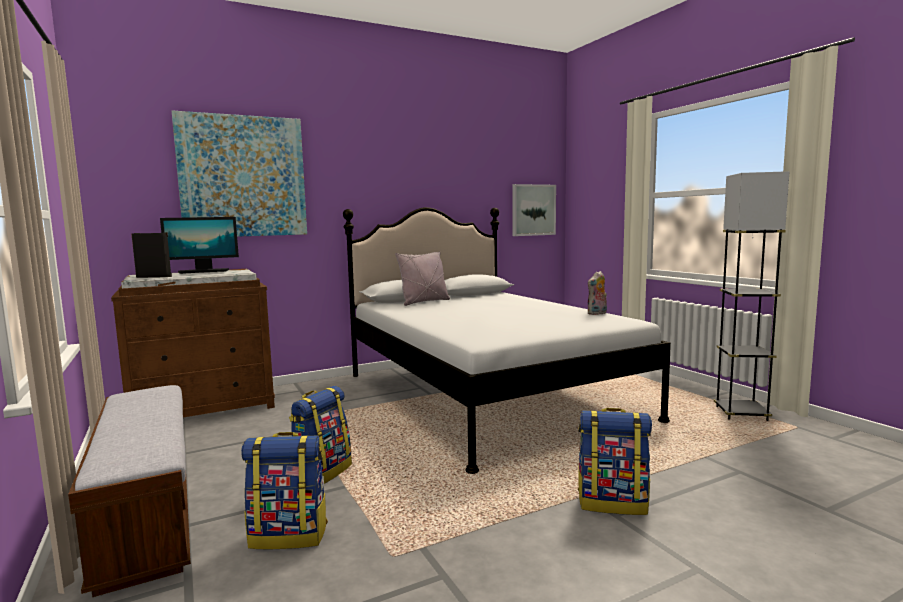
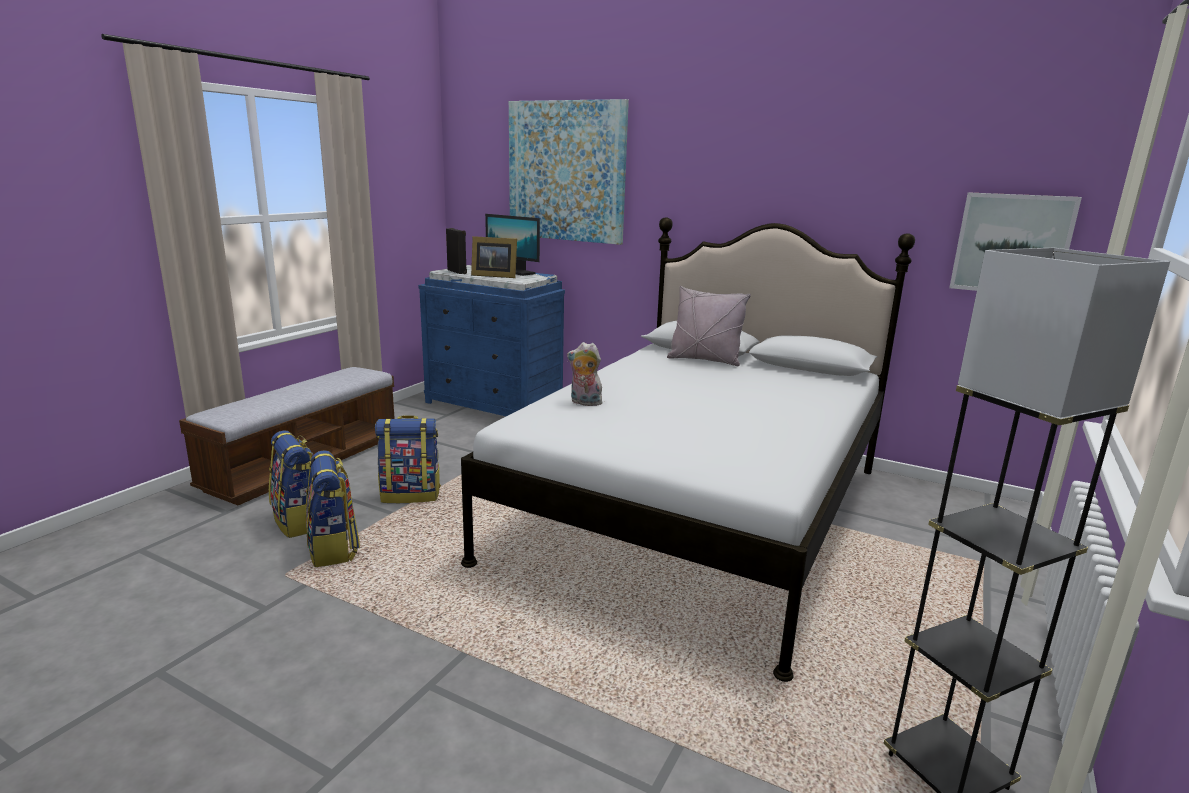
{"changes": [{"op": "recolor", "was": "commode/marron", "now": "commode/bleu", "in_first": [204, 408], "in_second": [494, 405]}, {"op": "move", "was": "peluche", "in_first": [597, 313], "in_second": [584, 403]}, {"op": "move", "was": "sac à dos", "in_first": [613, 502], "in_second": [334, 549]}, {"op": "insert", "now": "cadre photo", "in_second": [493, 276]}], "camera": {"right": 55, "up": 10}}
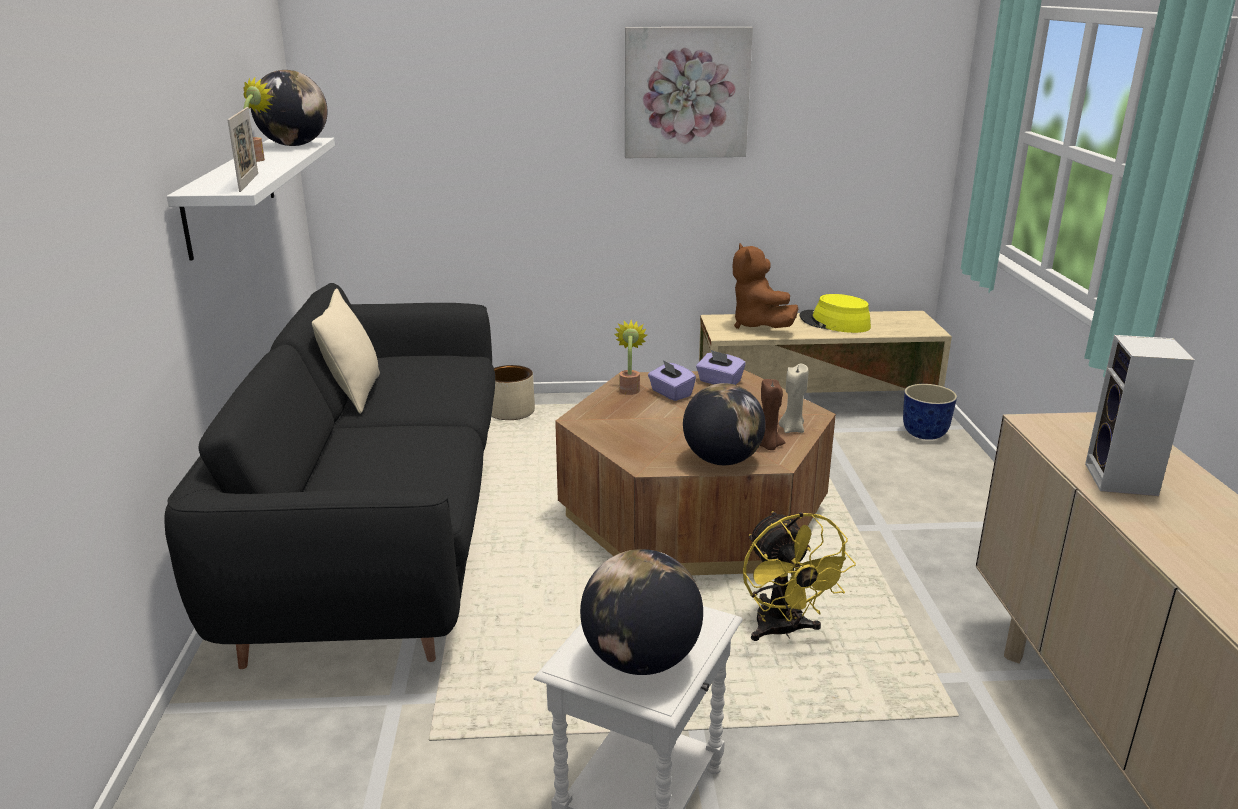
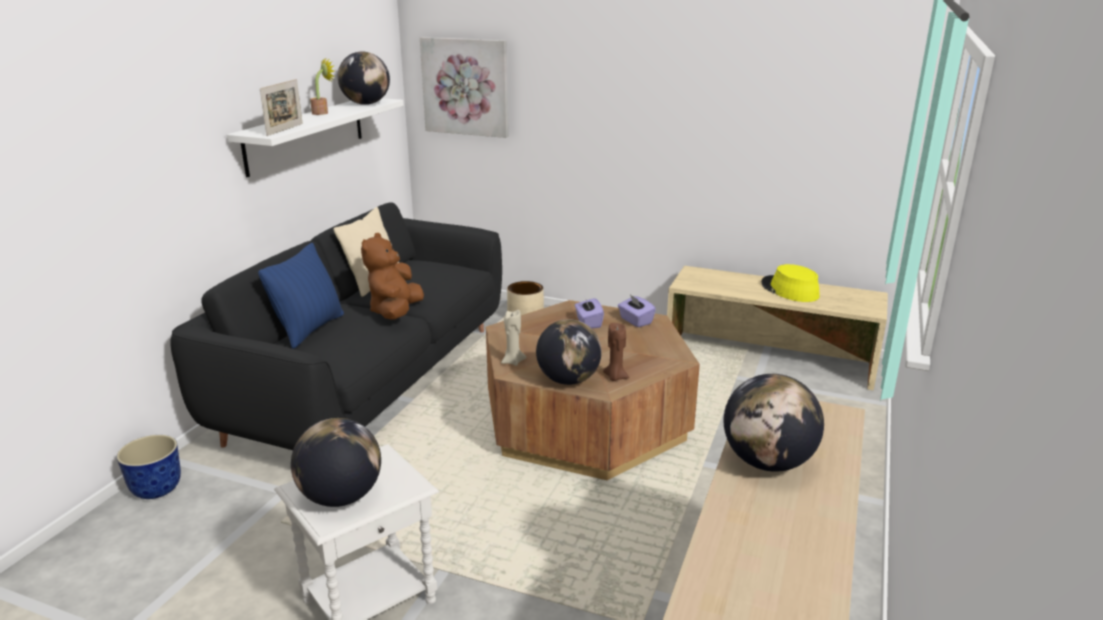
{"changes": [{"op": "move", "was": "tableau", "in_first": [686, 93], "in_second": [466, 87]}, {"op": "move", "was": "peluche/marron", "in_first": [758, 325], "in_second": [395, 312]}, {"op": "delete", "was": "plante en pot", "in_first": [629, 389]}, {"op": "replace", "was": "enceinte", "now": "globe", "in_first": [1123, 481], "in_second": [767, 462]}, {"op": "move", "was": "bougie/beige", "in_first": [792, 429], "in_second": [512, 361]}, {"op": "move", "was": "cache-pot", "in_first": [923, 433], "in_second": [157, 489]}, {"op": "delete", "was": "ventilateur/jaune", "in_first": [783, 631]}, {"op": "insert", "now": "coussin/bleu", "in_second": [309, 329]}], "camera": {"right": 25, "up": 0}}
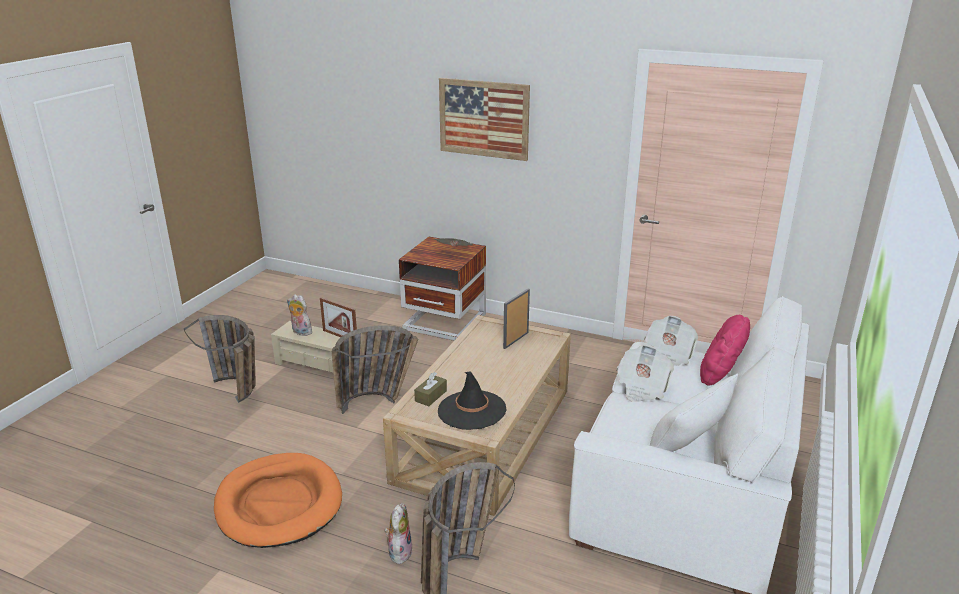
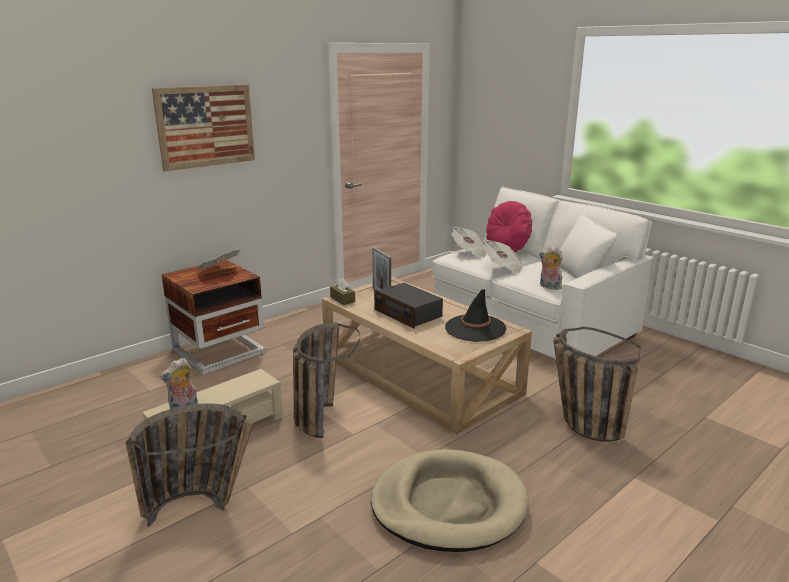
{"changes": [{"op": "delete", "was": "cadre photo", "in_first": [340, 336]}, {"op": "move", "was": "boîte à mouchoirs/marron", "in_first": [431, 396], "in_second": [342, 299]}, {"op": "recolor", "was": "panier pour chien/orange", "now": "panier pour chien/beige", "in_first": [279, 503], "in_second": [448, 504]}, {"op": "move", "was": "peluche", "in_first": [399, 551], "in_second": [549, 287]}, {"op": "insert", "now": "radio", "in_second": [407, 313]}], "camera": {"right": -65, "up": -5}}
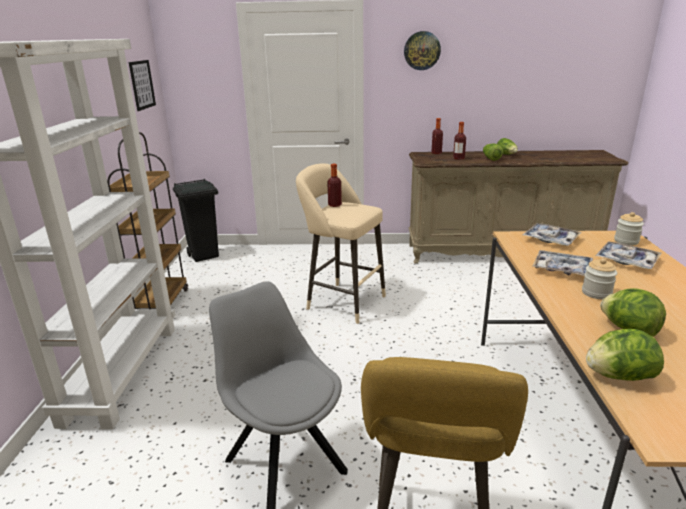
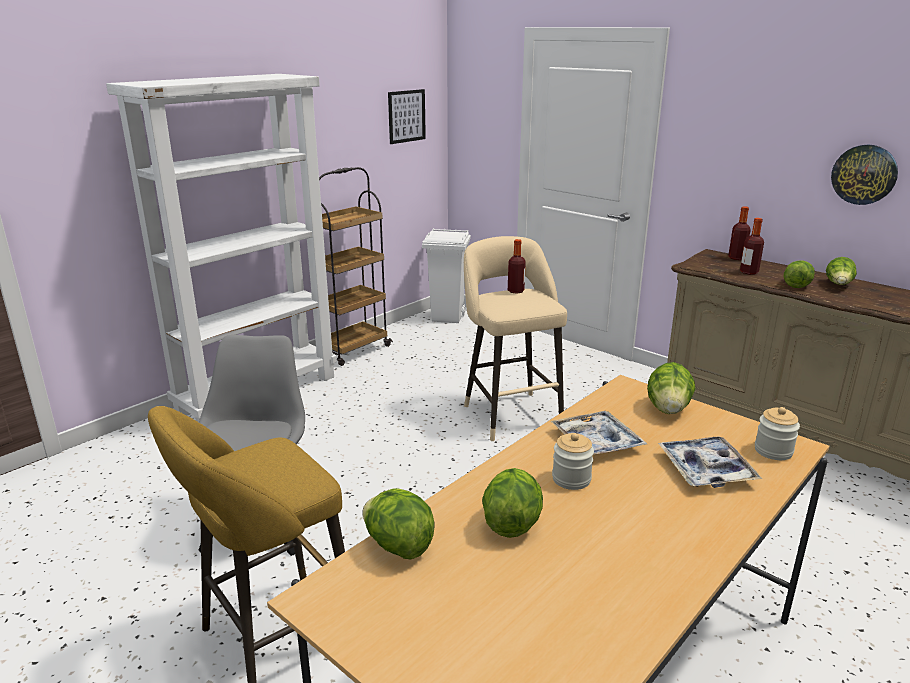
{"changes": [{"op": "move", "was": "horloge murale", "in_first": [422, 50], "in_second": [864, 174]}, {"op": "recolor", "was": "poubelle/noir", "now": "poubelle/blanc", "in_first": [204, 255], "in_second": [448, 318]}, {"op": "replace", "was": "plateau", "now": "laitue", "in_first": [550, 239], "in_second": [668, 409]}], "camera": {"right": 40, "up": 0}}
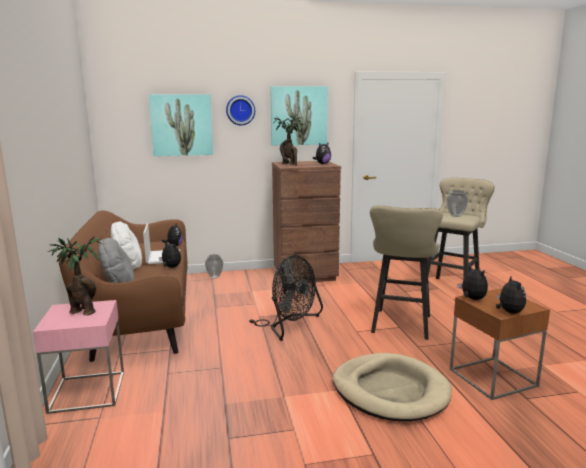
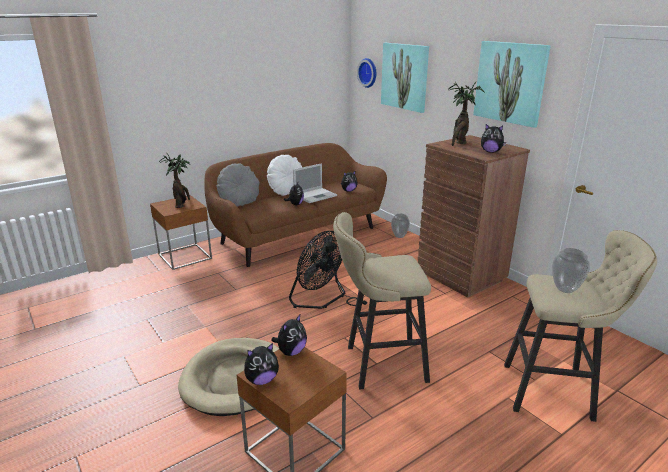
{"changes": [{"op": "move", "was": "horloge murale", "in_first": [240, 110], "in_second": [368, 72]}, {"op": "rotate", "was": "ventilateur/noir", "in_first": [288, 325], "in_second": [328, 297], "clockwise": 120}, {"op": "recolor", "was": "table d'appoint/rose", "now": "table d'appoint/marron", "in_first": [87, 391], "in_second": [185, 256]}], "camera": {"right": 65, "up": 10}}
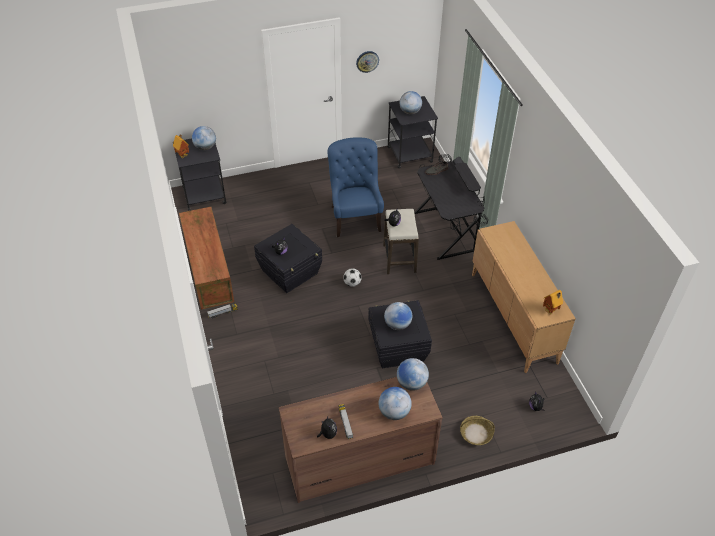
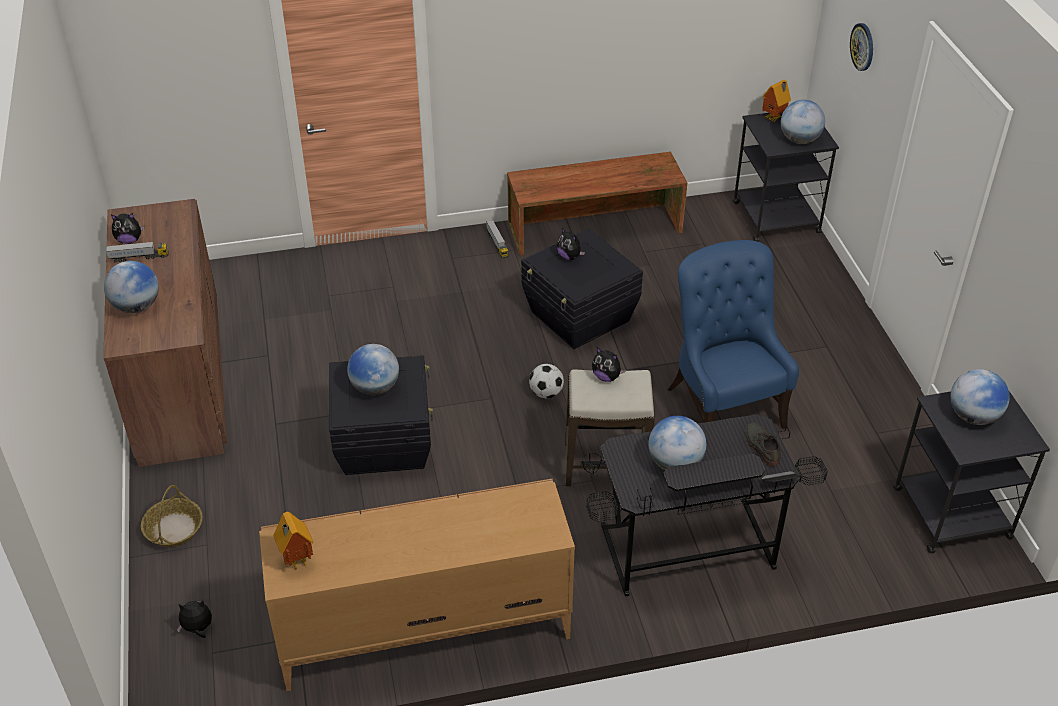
{"changes": [{"op": "move", "was": "horloge murale", "in_first": [367, 61], "in_second": [862, 46]}, {"op": "rotate", "was": "chaise/bleu", "in_first": [355, 218], "in_second": [723, 407], "clockwise": -105}, {"op": "move", "was": "globe", "in_first": [411, 383], "in_second": [675, 463]}], "camera": {"right": 95, "up": -5}}
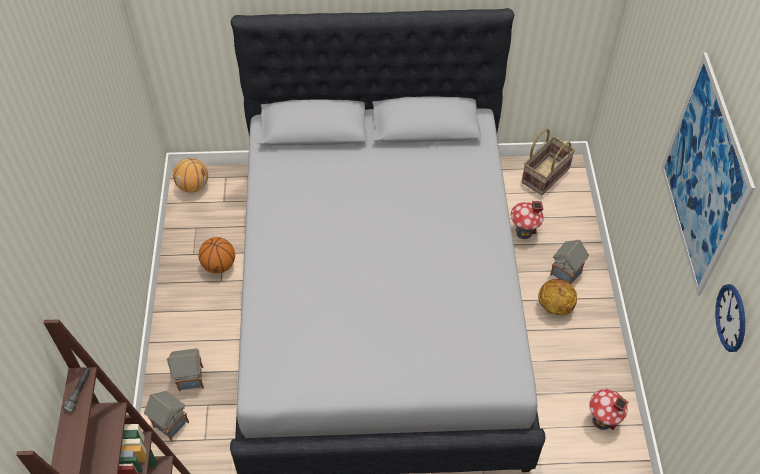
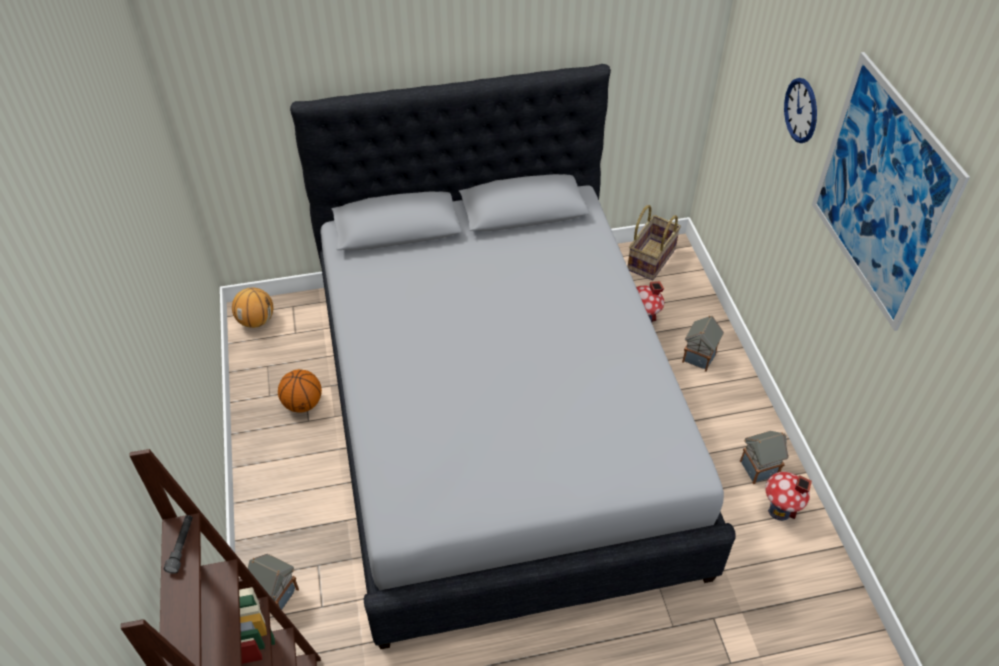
{"changes": [{"op": "delete", "was": "ballon de basket", "in_first": [554, 306]}, {"op": "move", "was": "horloge murale", "in_first": [731, 318], "in_second": [801, 110]}, {"op": "move", "was": "maison miniature", "in_first": [190, 379], "in_second": [758, 469]}], "camera": {"right": -10, "up": -5}}
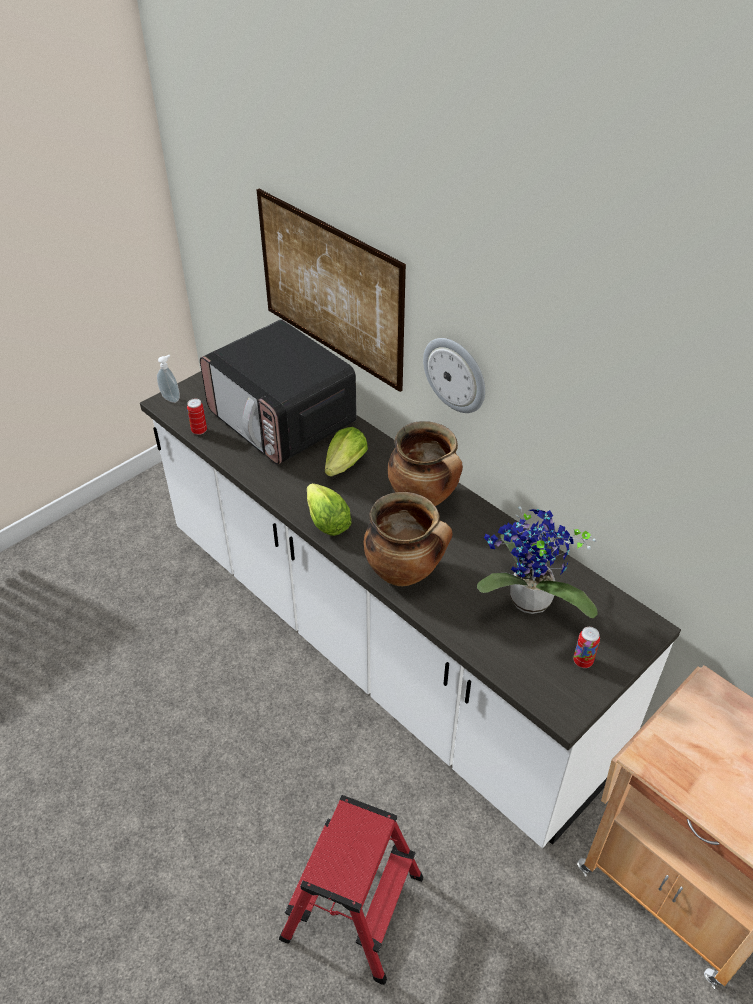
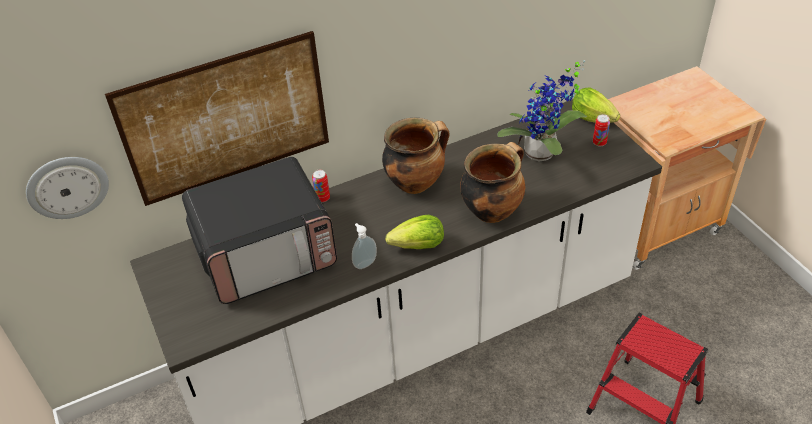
{"changes": [{"op": "move", "was": "horloge murale", "in_first": [455, 374], "in_second": [67, 186]}, {"op": "move", "was": "distributeur de savon", "in_first": [171, 398], "in_second": [364, 263]}, {"op": "move", "was": "boîte métallique", "in_first": [199, 431], "in_second": [322, 198]}, {"op": "move", "was": "laitue", "in_first": [345, 465], "in_second": [592, 118]}], "camera": {"right": -70, "up": 0}}
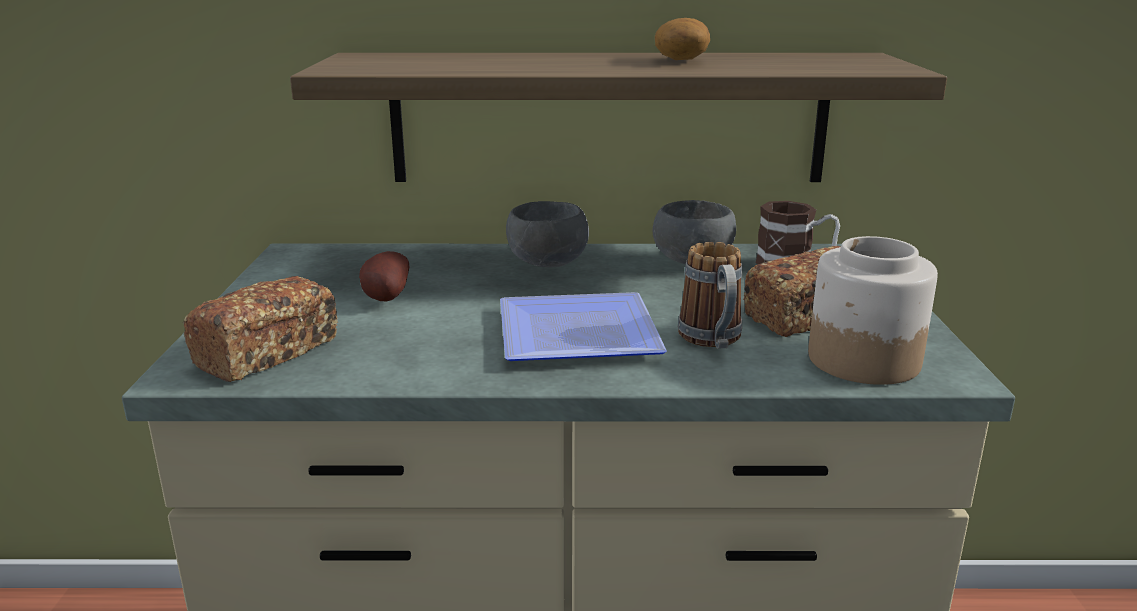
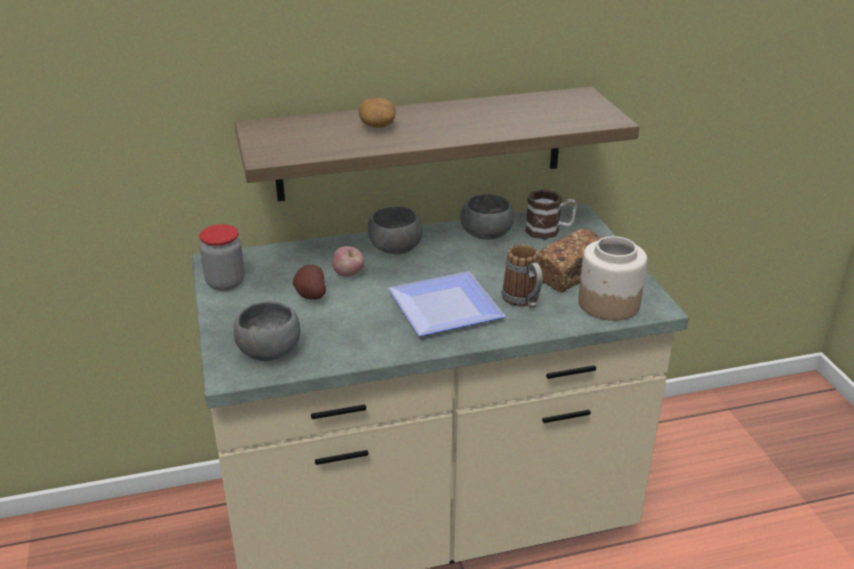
{"changes": [{"op": "move", "was": "pomme de terre", "in_first": [681, 60], "in_second": [378, 126]}, {"op": "replace", "was": "pain", "now": "bol/gris", "in_first": [267, 353], "in_second": [268, 350]}, {"op": "insert", "now": "bocal", "in_second": [225, 282]}, {"op": "insert", "now": "pomme", "in_second": [348, 275]}], "camera": {"right": -15, "up": 10}}
